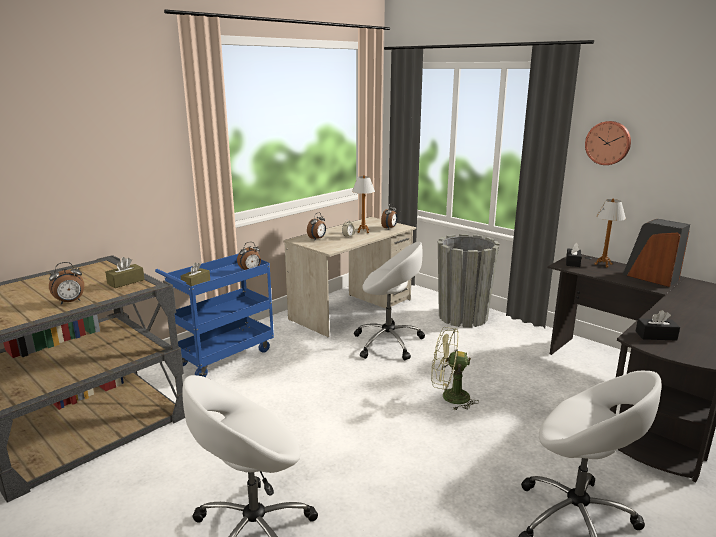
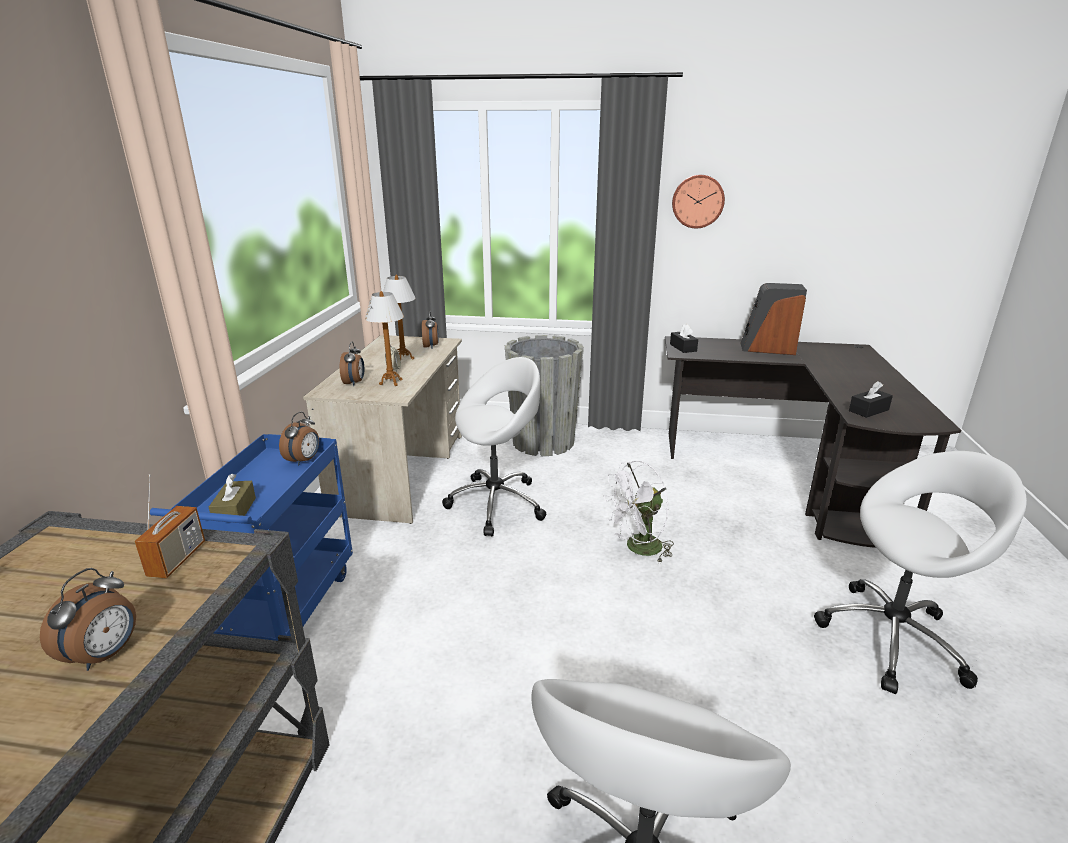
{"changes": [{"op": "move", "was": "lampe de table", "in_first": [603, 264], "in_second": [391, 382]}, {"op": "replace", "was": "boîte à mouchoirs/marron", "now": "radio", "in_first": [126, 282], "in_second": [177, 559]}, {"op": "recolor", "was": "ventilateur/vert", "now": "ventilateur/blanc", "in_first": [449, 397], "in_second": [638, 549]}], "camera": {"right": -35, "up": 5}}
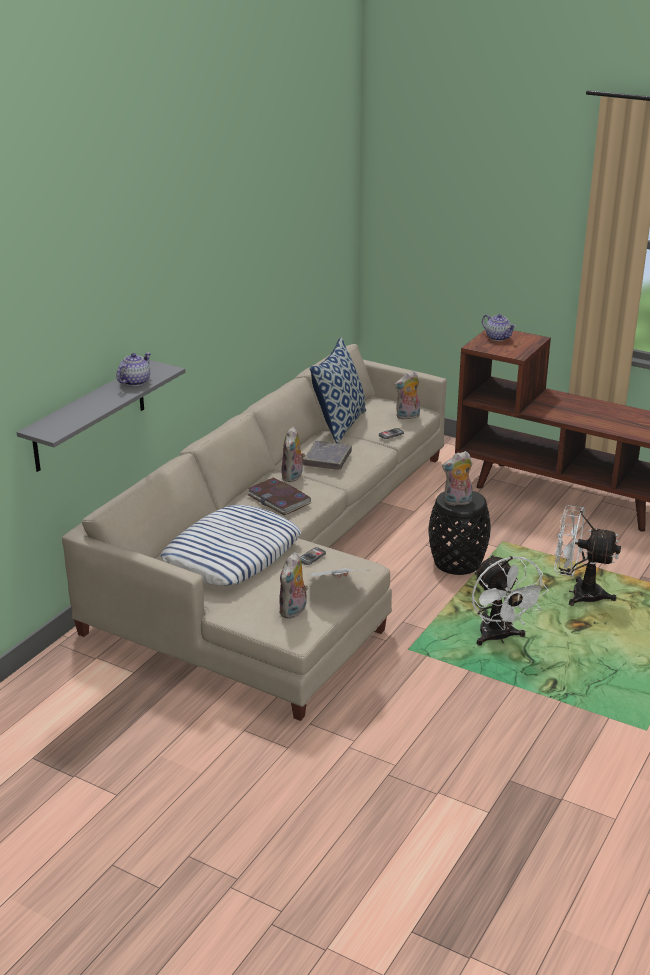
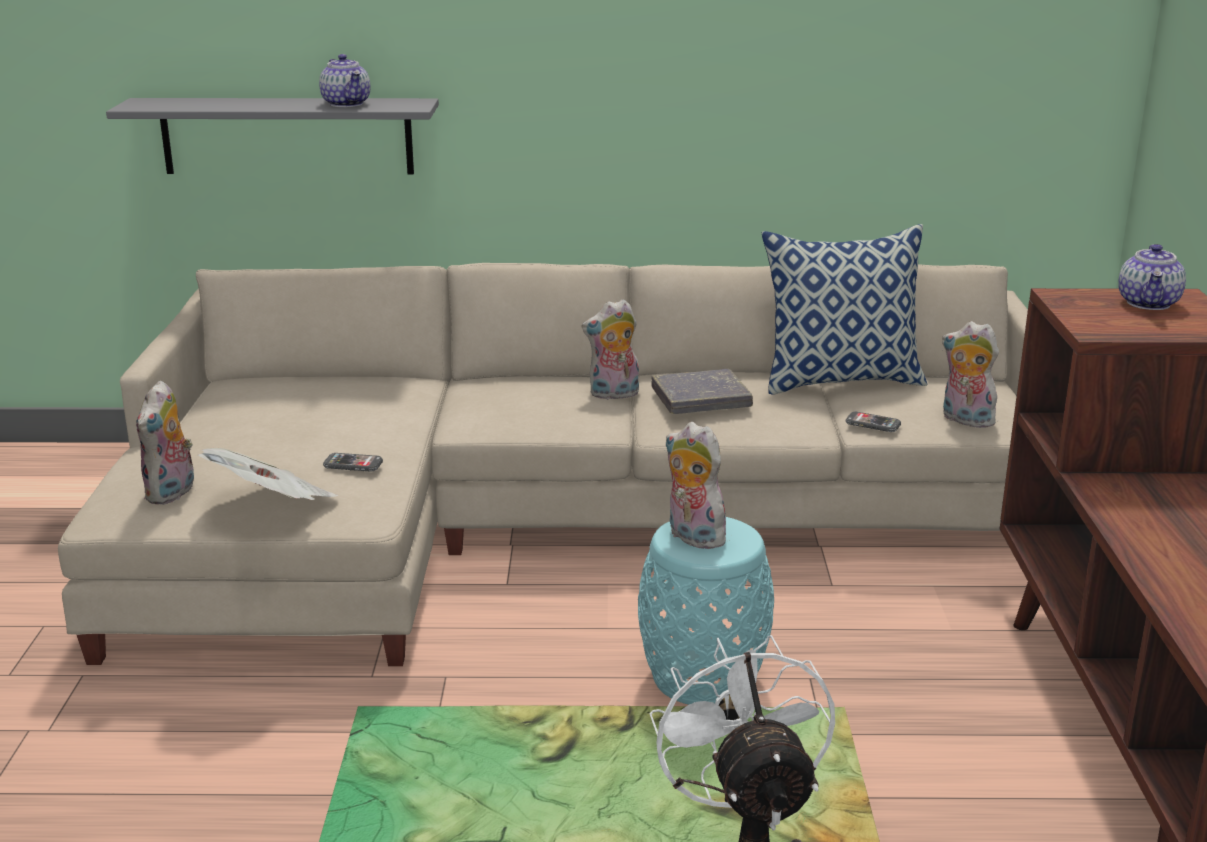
{"changes": [{"op": "rotate", "was": "théière", "in_first": [135, 381], "in_second": [347, 104], "clockwise": 60}, {"op": "delete", "was": "livre", "in_first": [279, 499]}, {"op": "recolor", "was": "tabouret/noir", "now": "tabouret/turquoise", "in_first": [457, 562], "in_second": [703, 678]}, {"op": "delete", "was": "coussin", "in_first": [232, 555]}, {"op": "rotate", "was": "peluche", "in_first": [294, 611], "in_second": [172, 493], "clockwise": -75}, {"op": "delete", "was": "ventilateur/blanc", "in_first": [499, 638]}], "camera": {"right": 60, "up": -5}}
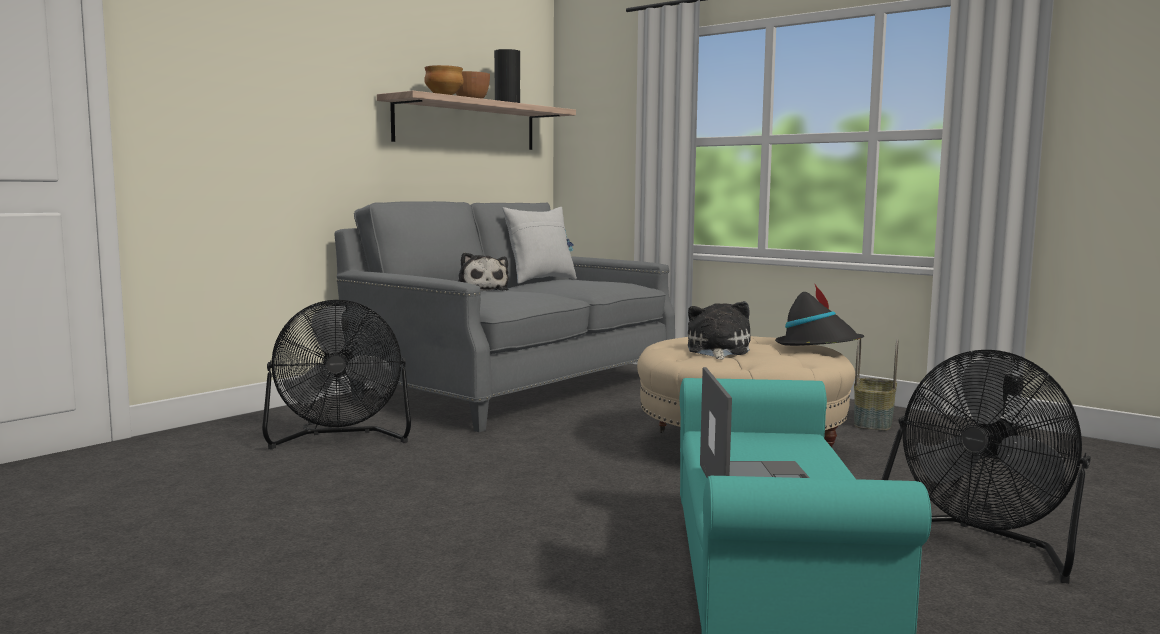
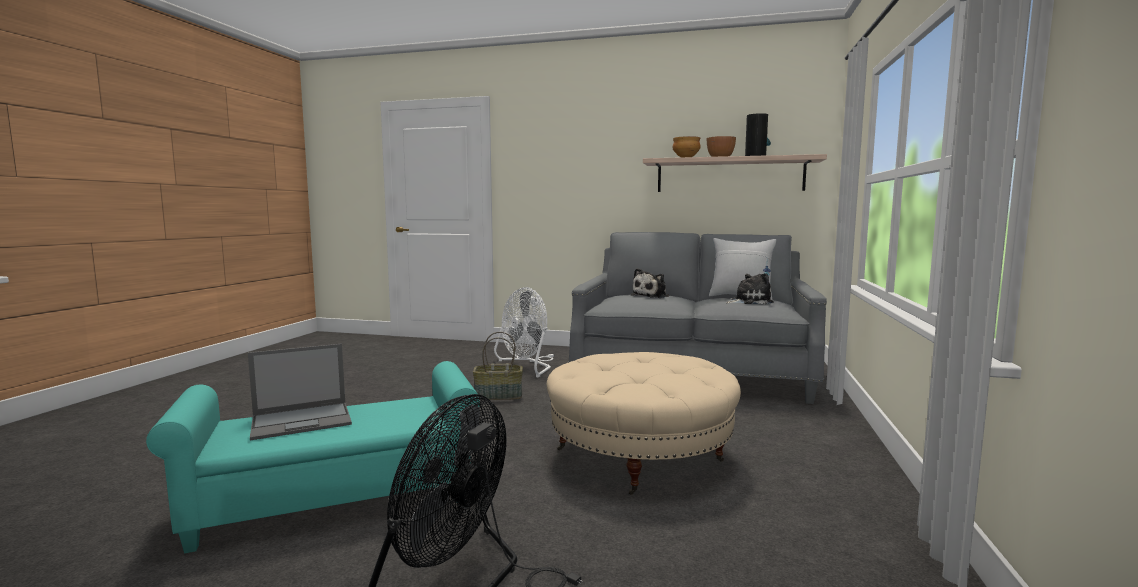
{"changes": [{"op": "delete", "was": "chapeau/noir", "in_first": [818, 346]}, {"op": "recolor", "was": "ventilateur/noir", "now": "ventilateur/blanc", "in_first": [335, 438], "in_second": [529, 365]}, {"op": "move", "was": "peluche", "in_first": [717, 351], "in_second": [749, 301]}, {"op": "move", "was": "panier", "in_first": [874, 422], "in_second": [498, 396]}], "camera": {"right": 65, "up": 0}}
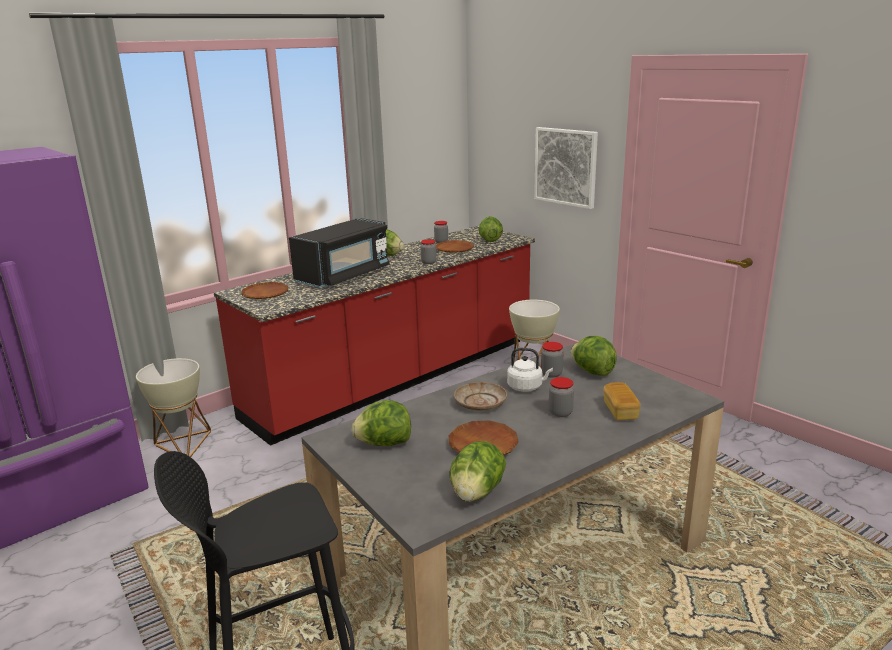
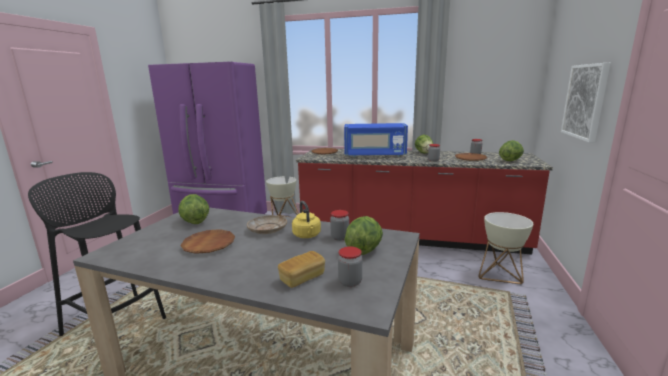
{"changes": [{"op": "recolor", "was": "micro-ondes/noir", "now": "micro-ondes/bleu", "in_first": [344, 276], "in_second": [374, 155]}, {"op": "recolor", "was": "bouilloire/blanc", "now": "bouilloire/jaune", "in_first": [526, 387], "in_second": [307, 235]}, {"op": "move", "was": "bocal", "in_first": [560, 413], "in_second": [350, 282]}, {"op": "delete", "was": "laitue", "in_first": [476, 493]}], "camera": {"right": 55, "up": -5}}
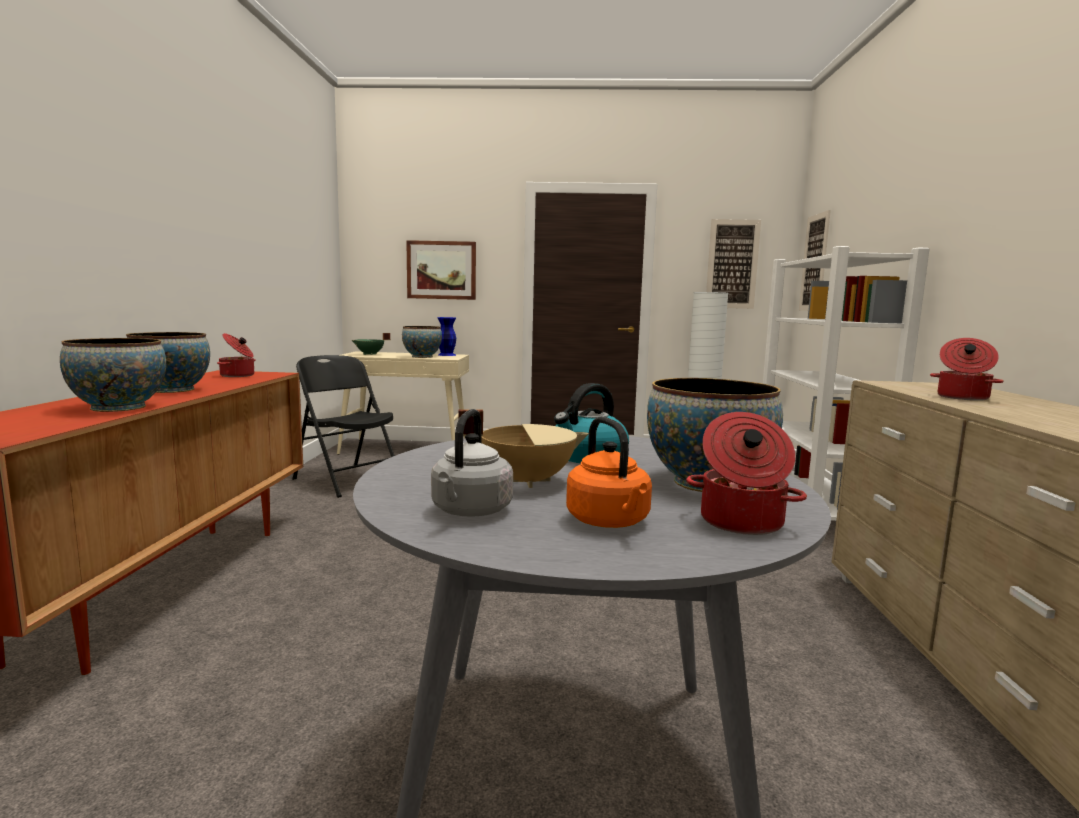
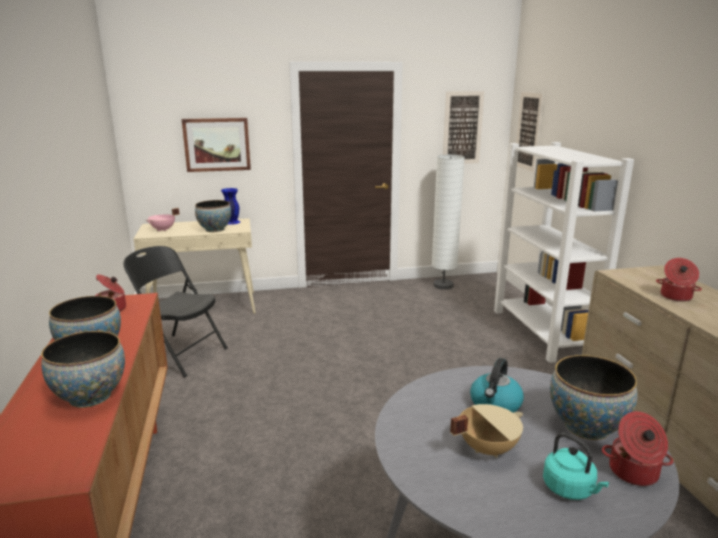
{"changes": [{"op": "recolor", "was": "marmite/vert", "now": "marmite/rose", "in_first": [370, 354], "in_second": [163, 230]}, {"op": "delete", "was": "bouilloire/gris", "in_first": [470, 511]}, {"op": "recolor", "was": "bouilloire/orange", "now": "bouilloire/turquoise", "in_first": [610, 522], "in_second": [570, 489]}], "camera": {"right": -15, "up": 10}}
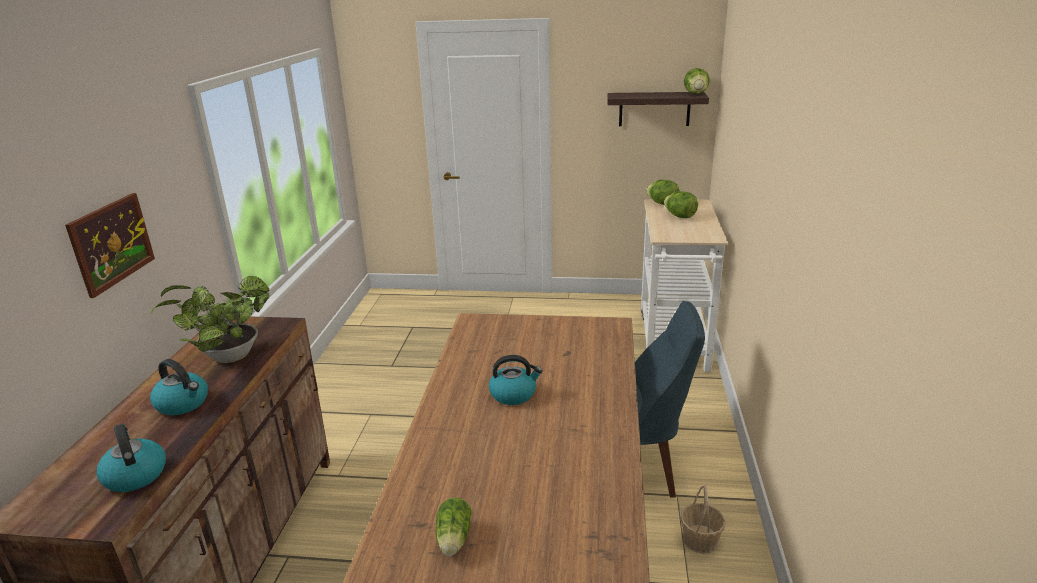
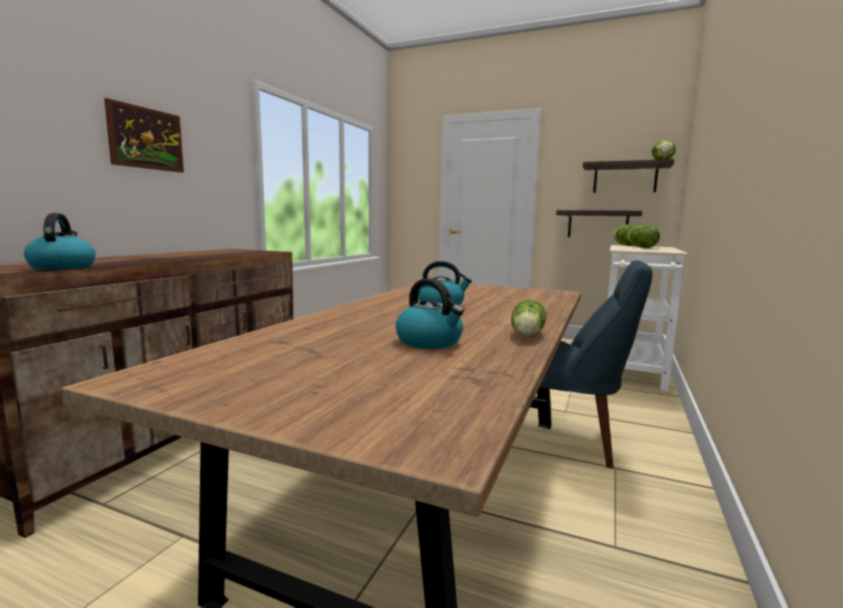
{"changes": [{"op": "delete", "was": "plante en pot", "in_first": [227, 357]}, {"op": "move", "was": "bouilloire", "in_first": [183, 403], "in_second": [430, 342]}, {"op": "delete", "was": "panier", "in_first": [700, 539]}, {"op": "move", "was": "laitue", "in_first": [453, 540], "in_second": [526, 336]}, {"op": "insert", "now": "étagère", "in_second": [597, 224]}], "camera": {"right": 15, "up": -15}}
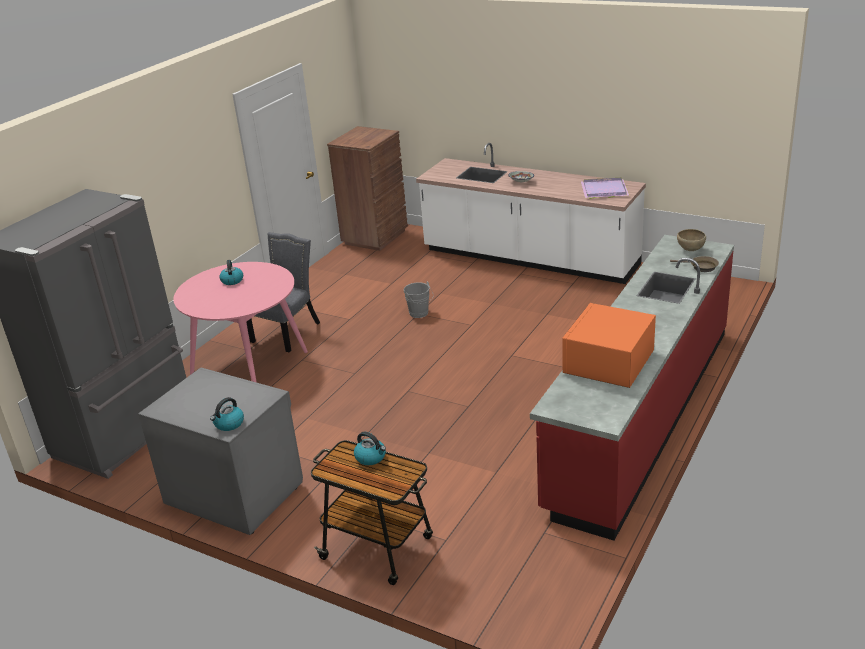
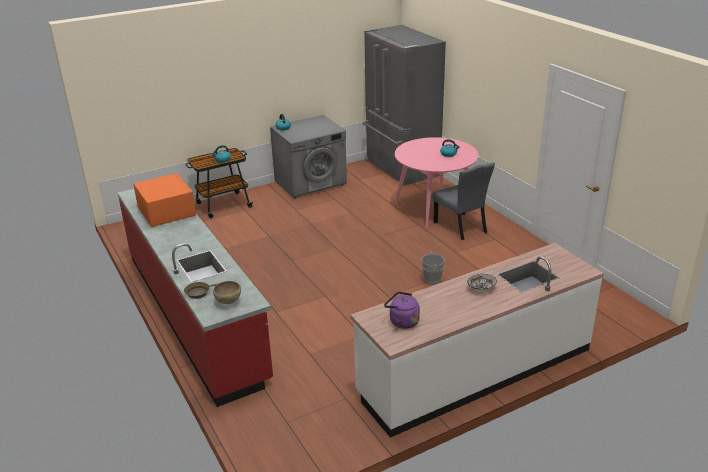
{"changes": [{"op": "delete", "was": "commode/marron", "in_first": [374, 237]}, {"op": "replace", "was": "plateau/violet", "now": "bouilloire/violet", "in_first": [603, 190], "in_second": [402, 321]}], "camera": {"right": 120, "up": 0}}
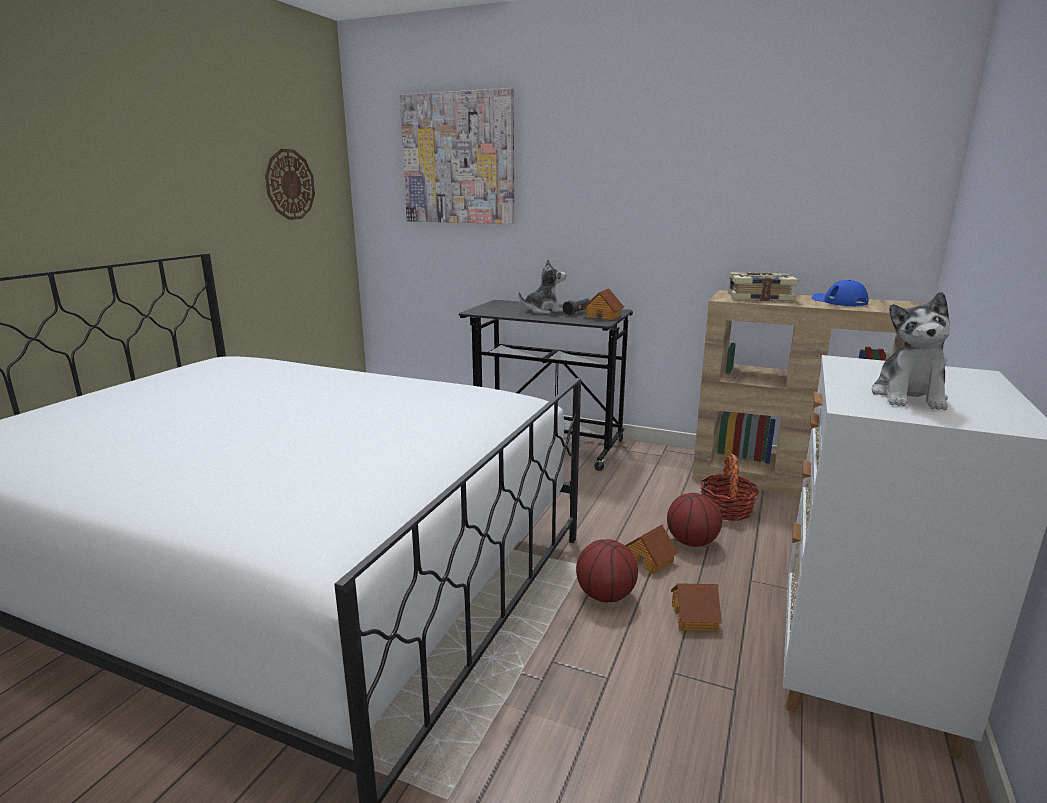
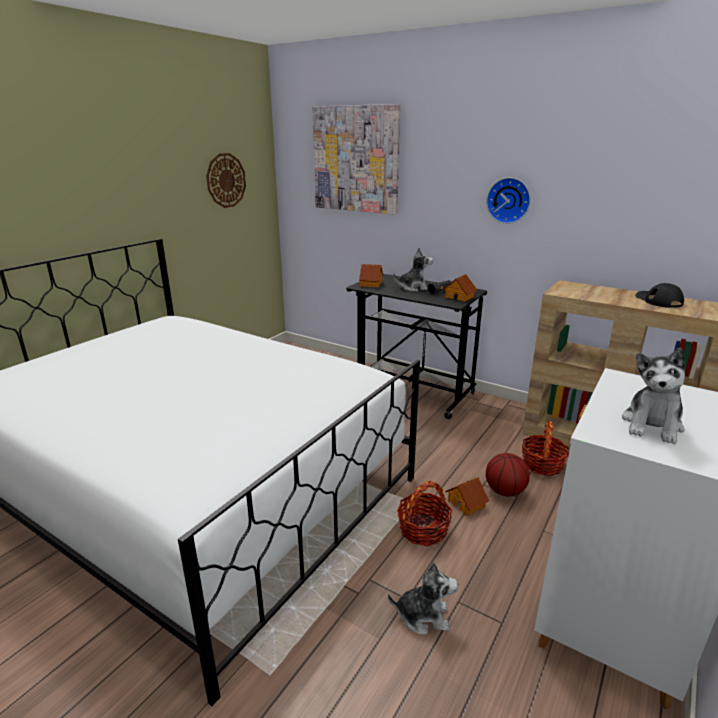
{"changes": [{"op": "delete", "was": "livre", "in_first": [759, 297]}, {"op": "recolor", "was": "casquette/bleu", "now": "casquette/noir", "in_first": [839, 301], "in_second": [658, 300]}, {"op": "replace", "was": "ballon de basket", "now": "panier", "in_first": [605, 595], "in_second": [423, 530]}, {"op": "move", "was": "maison miniature", "in_first": [695, 617], "in_second": [371, 284]}, {"op": "insert", "now": "horloge murale", "in_second": [509, 200]}, {"op": "insert", "now": "peluche", "in_second": [423, 616]}], "camera": {"right": 10, "up": 5}}
